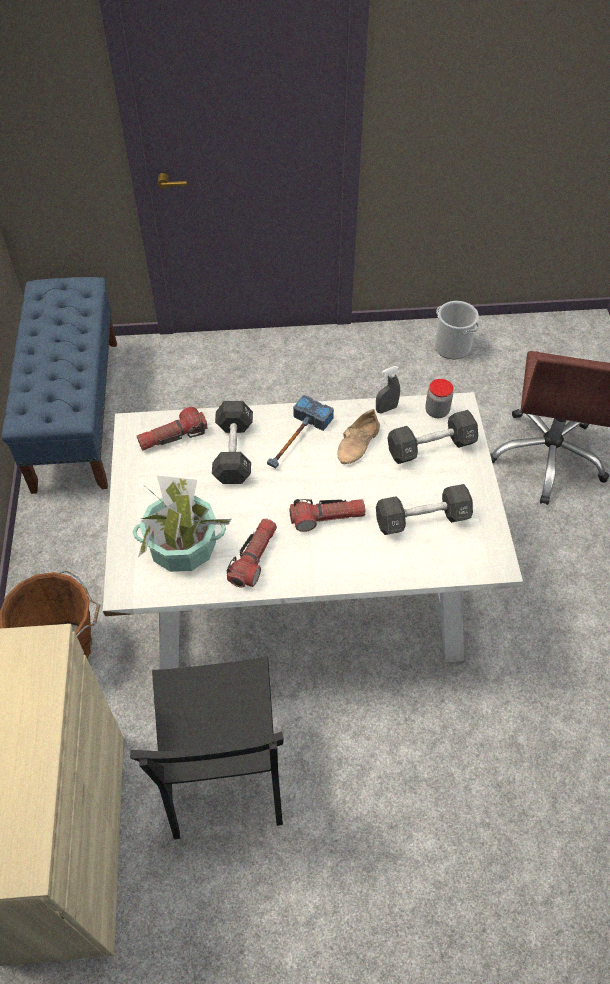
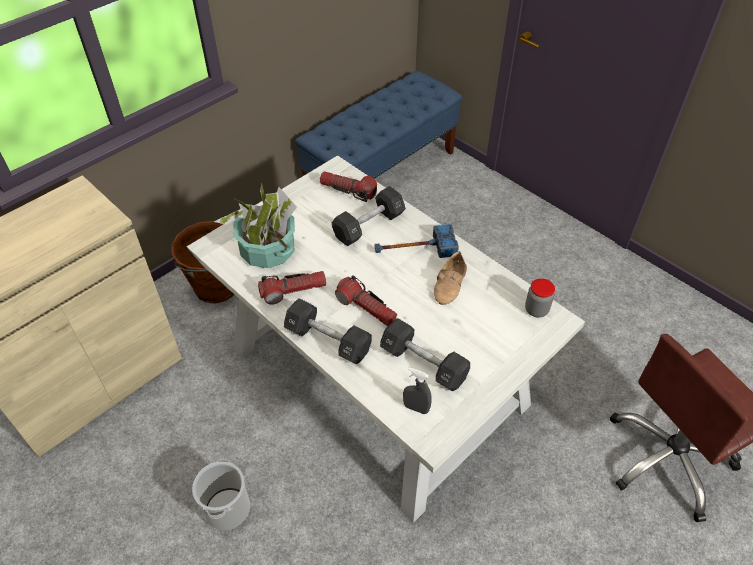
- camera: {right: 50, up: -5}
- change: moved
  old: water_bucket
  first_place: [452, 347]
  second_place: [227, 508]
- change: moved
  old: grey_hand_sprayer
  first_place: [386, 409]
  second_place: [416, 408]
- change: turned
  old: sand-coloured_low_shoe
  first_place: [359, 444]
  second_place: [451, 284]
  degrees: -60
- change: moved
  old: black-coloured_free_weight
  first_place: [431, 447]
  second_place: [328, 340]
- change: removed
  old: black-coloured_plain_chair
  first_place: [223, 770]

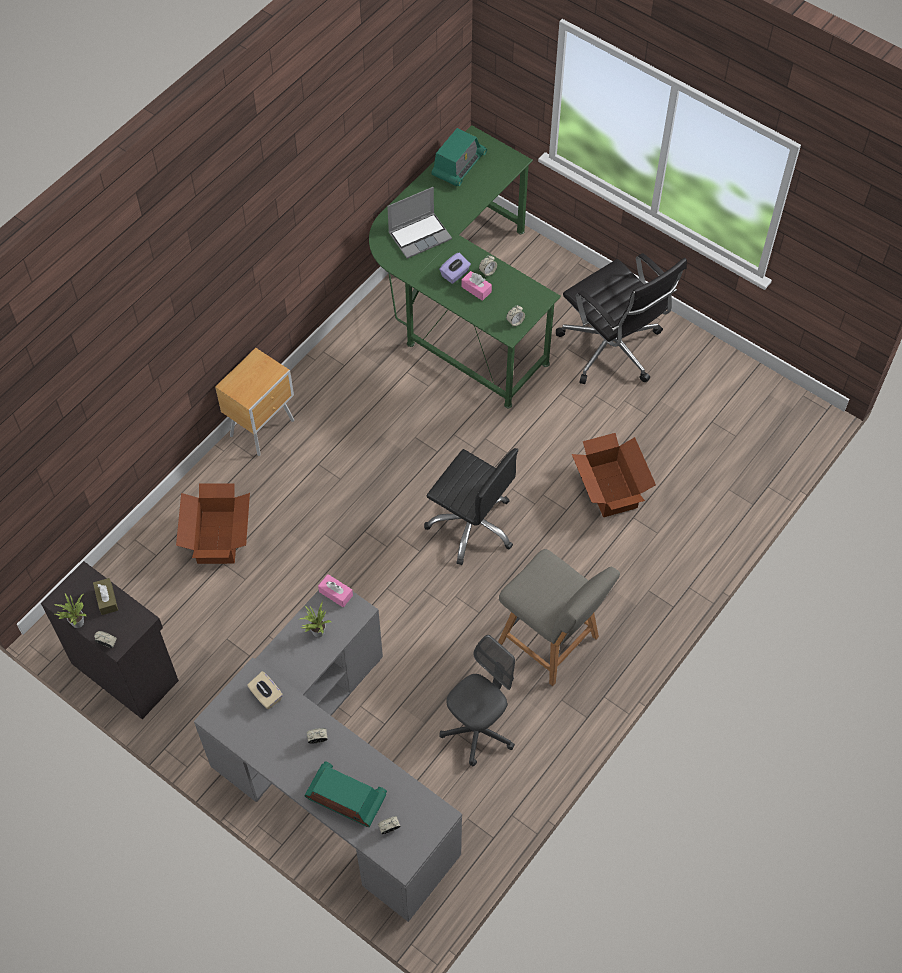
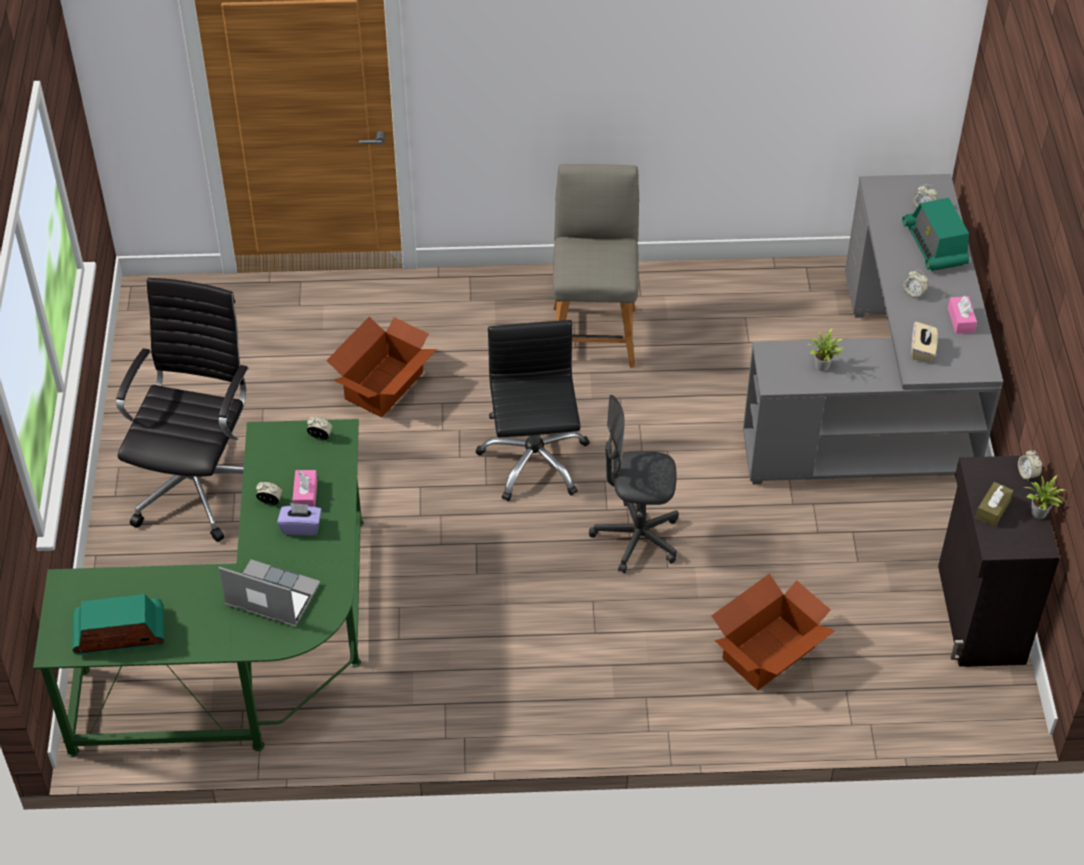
- camera: {right: -130, up: -10}
- change: removed
  old: brown_night_table
  first_place: [264, 428]
- change: moved
  old: pinkish_box_of_tissues
  first_place: [336, 593]
  second_place: [961, 320]
- change: moved
  old: grey_office_chair
  first_place: [478, 730]
  second_place: [636, 538]

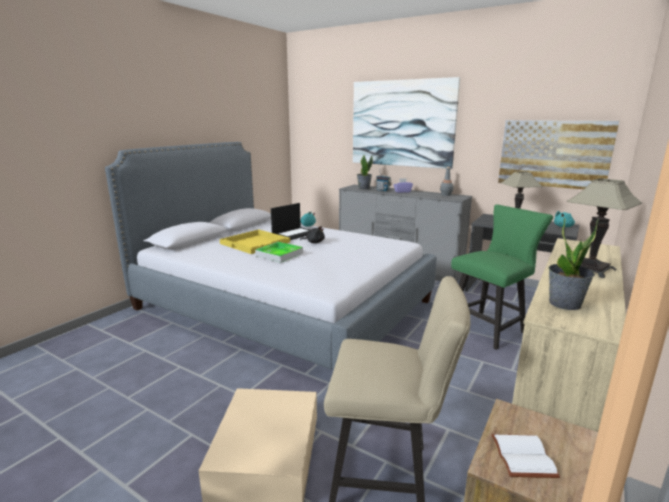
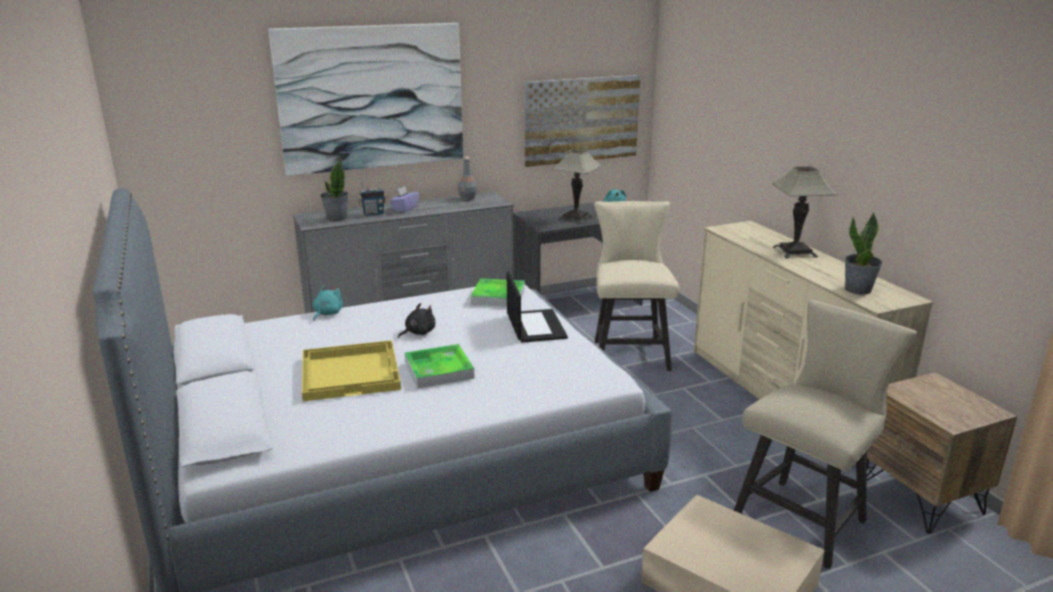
- camera: {right: -55, up: 5}
- change: moved
  old: portable_computer
  first_place: [294, 233]
  second_place: [535, 326]
- change: recoloured
  old: green_plain_chair
  new: sand-coloured_plain_chair
  first_place: [490, 327]
  second_place: [628, 352]
- change: removed
  old: white-coloured_book
  first_place: [521, 456]
- change: added
  new: serving_tray
  second_place: [498, 296]

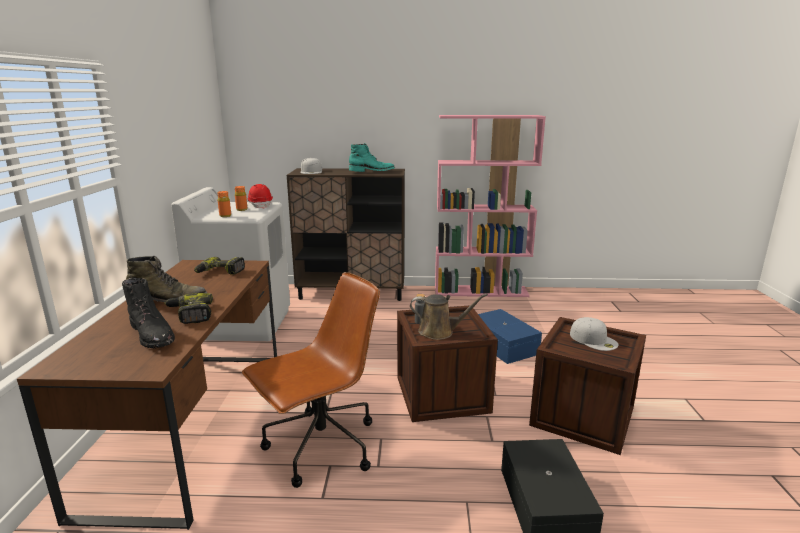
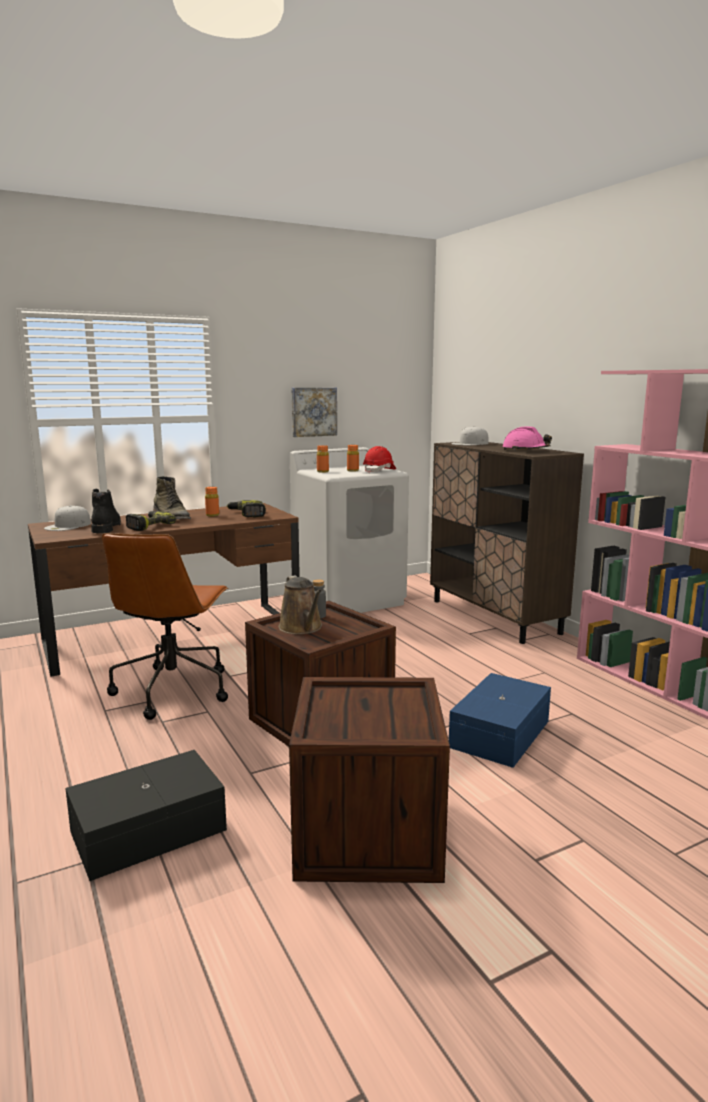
- camera: {right: 60, up: -5}
- change: replaced
  old: turquoise_tall_boot
  new: pinkish_work_helmet
  first_place: [372, 171]
  second_place: [525, 450]
- change: turned
  old: brown_office_chair
  first_place: [320, 448]
  second_place: [173, 689]
  degrees: 75
- change: turned
  old: black-coloured_tall_boot
  first_place: [153, 334]
  second_place: [105, 528]
  degrees: 150
- change: moved
  old: white-coloured_baseball_cap
  first_place: [594, 339]
  second_place: [68, 526]
- change: added
  new: picture
  second_place: [313, 411]
- change: added
  new: orange_bottle
  second_place: [212, 515]

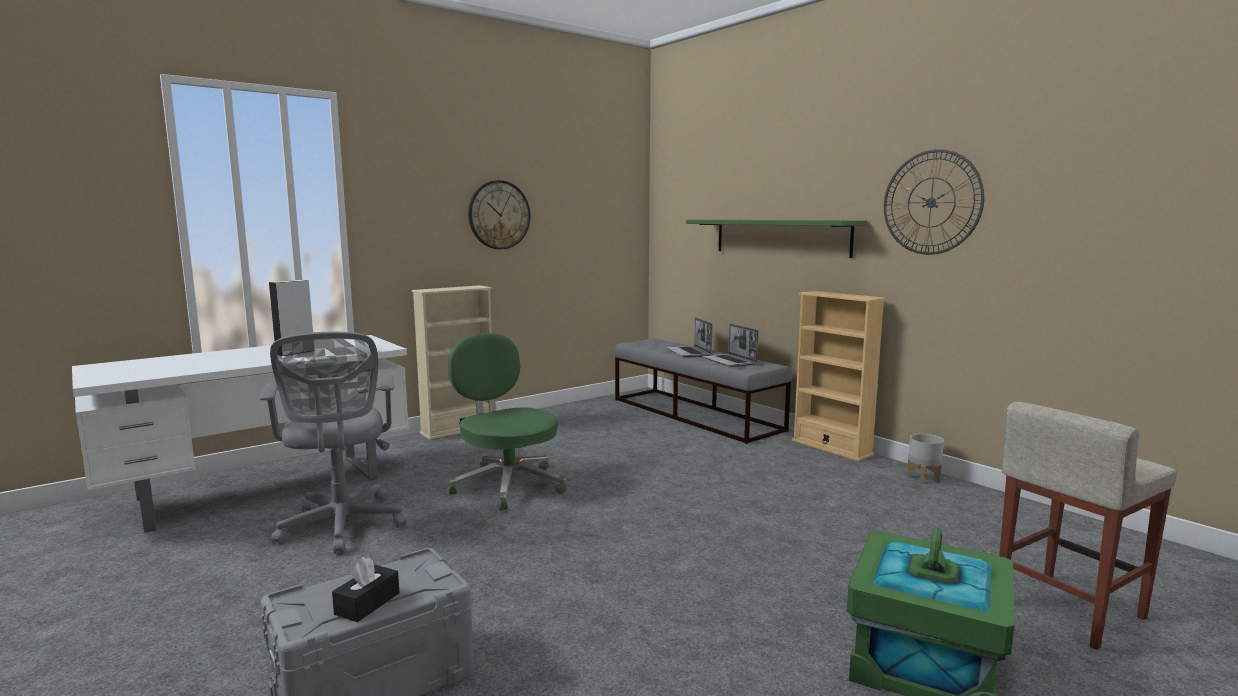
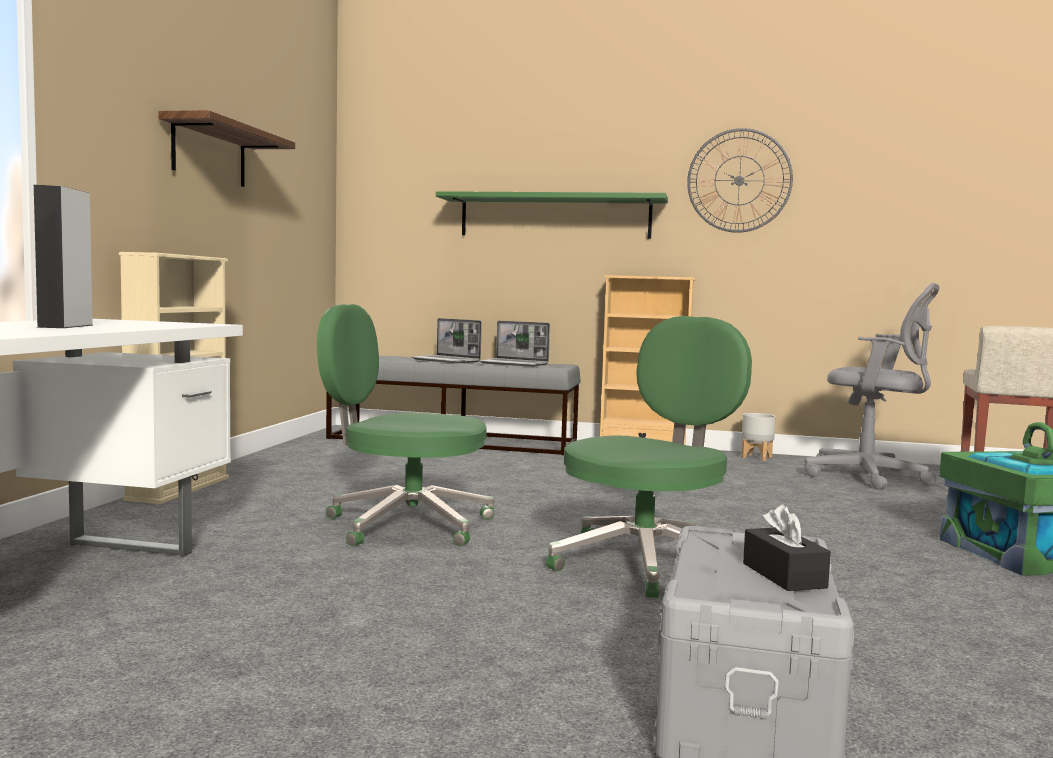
- camera: {right: -40, up: -5}
- change: replaced
  old: hanging_clock
  new: shelf
  first_place: [499, 215]
  second_place: [209, 153]
- change: moved
  old: grey_office_chair
  first_place: [342, 527]
  second_place: [871, 477]
- change: added
  new: green_office_chair
  second_place: [647, 563]

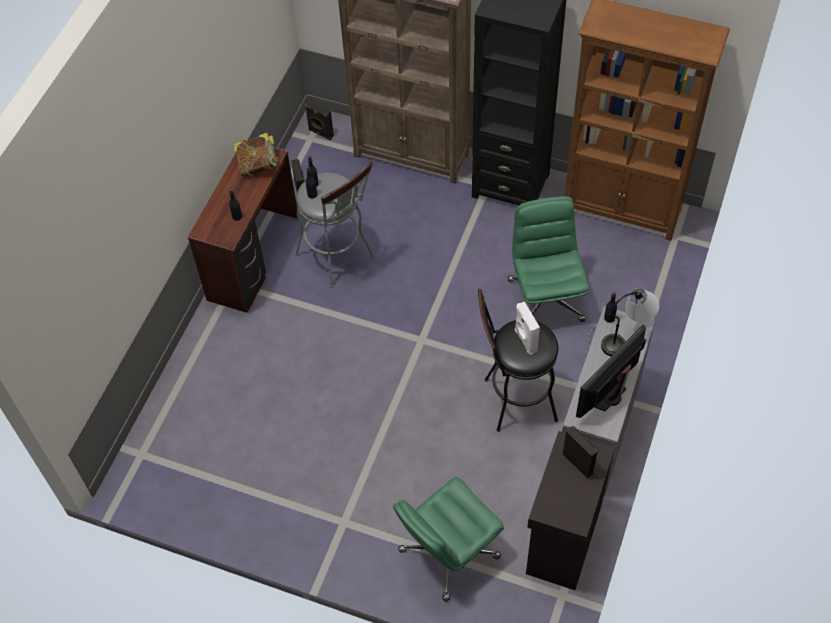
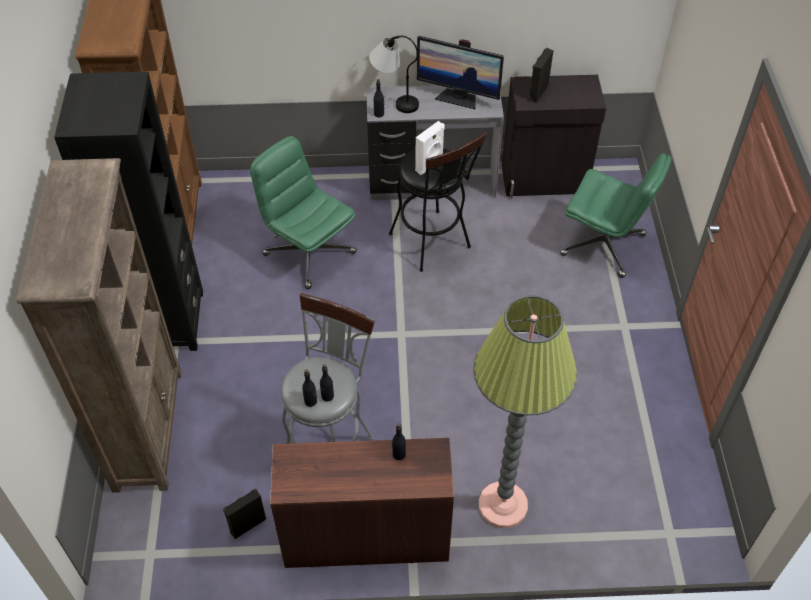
- camera: {right: -115, up: -5}
- change: removed
  old: black-coloured_speaker
  first_place: [320, 133]
- change: removed
  old: book
  first_place: [258, 165]
- change: turned
  old: green_office_chair
  first_place: [545, 299]
  second_place: [308, 253]
  degrees: 75
- change: added
  new: standard_lamp
  second_place: [503, 505]

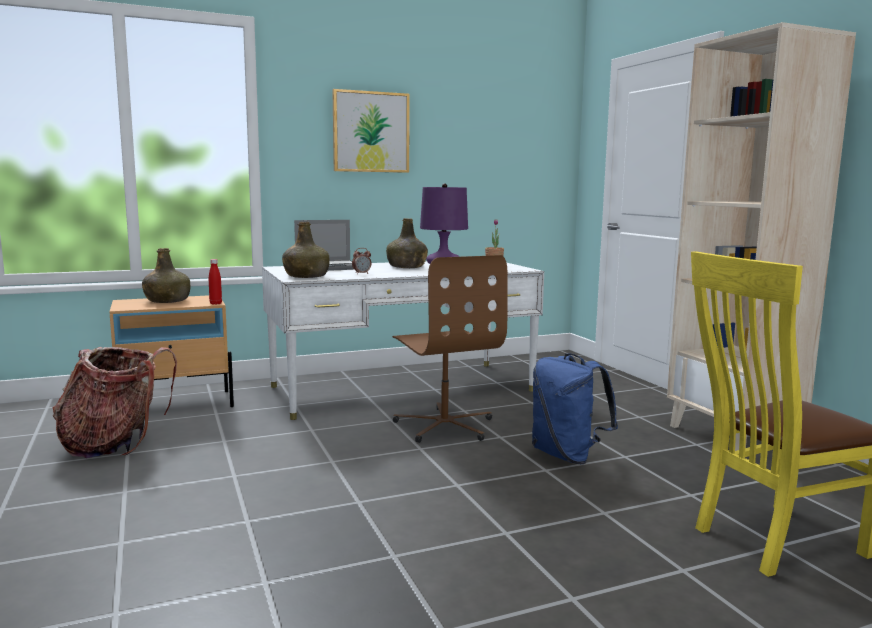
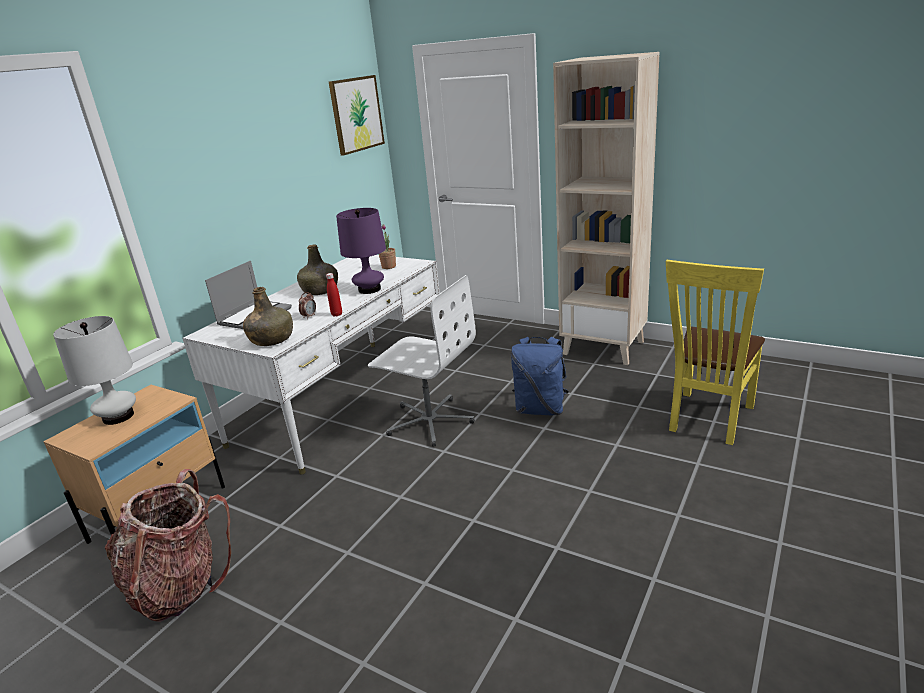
- camera: {right: -35, up: 15}
- change: moved
  old: picture
  first_place: [371, 132]
  second_place: [356, 114]
- change: replaced
  old: green_bottle
  new: white-coloured_table_lamp
  first_place: [167, 301]
  second_place: [118, 416]
- change: recoloured
  old: brown_office_chair
  new: white-coloured_office_chair
  first_place: [445, 426]
  second_place: [430, 421]
- change: moved
  old: red_bottle
  first_place: [215, 303]
  second_place: [337, 314]

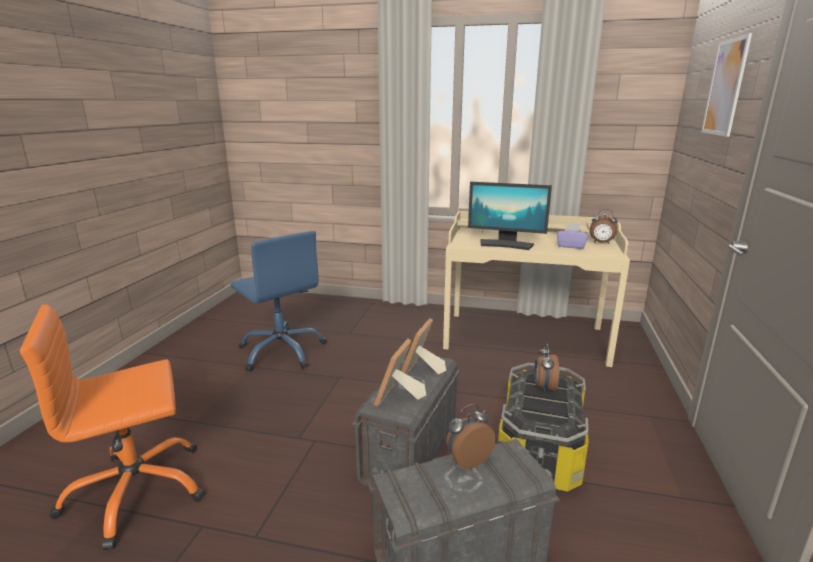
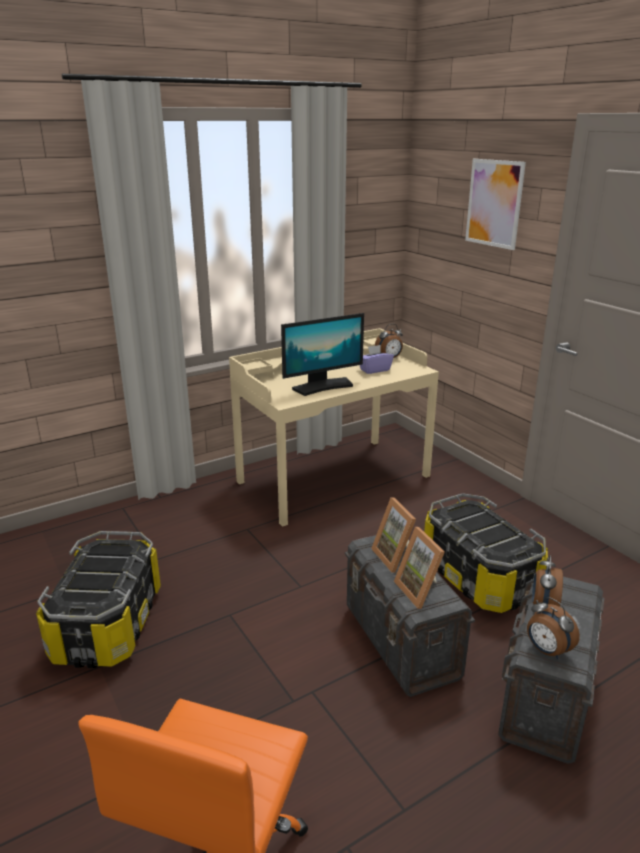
- camera: {right: -45, up: 5}
- change: replaced
  old: blue_office_chair
  new: storage_bin
  first_place: [282, 351]
  second_place: [109, 624]
- change: moved
  old: bedside_clock
  first_place: [544, 387]
  second_place: [546, 650]

